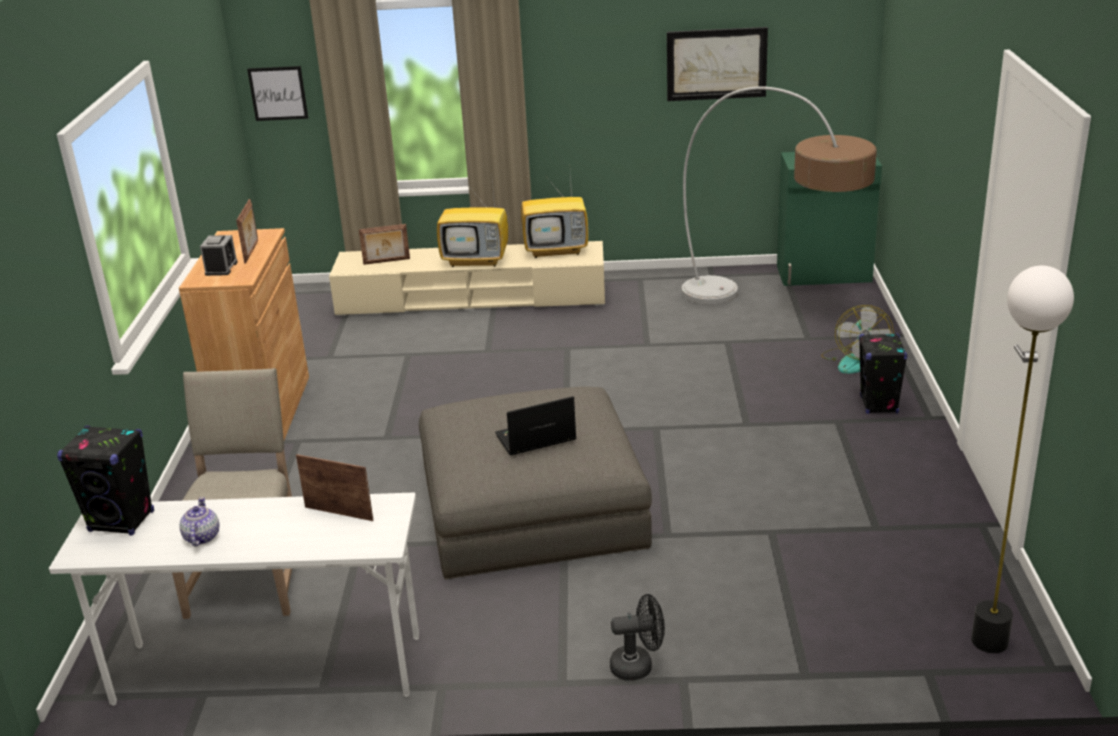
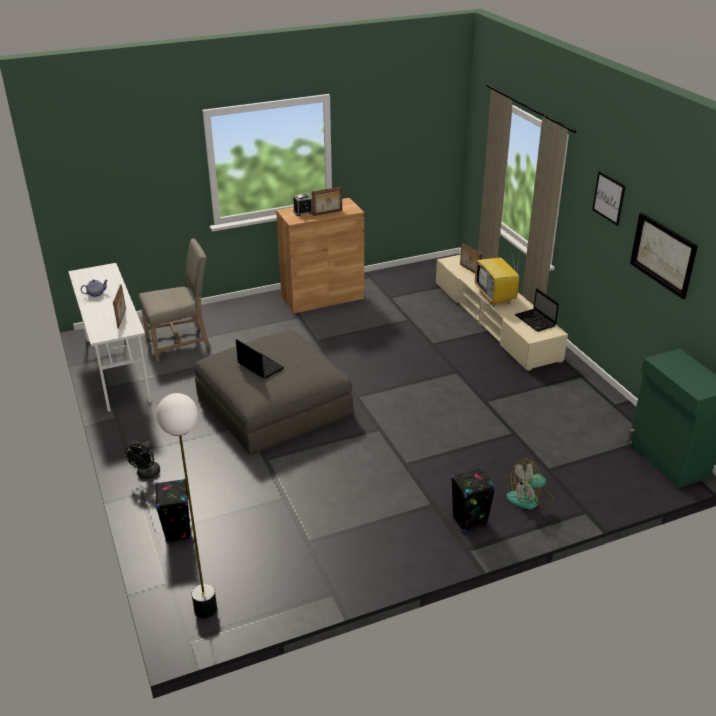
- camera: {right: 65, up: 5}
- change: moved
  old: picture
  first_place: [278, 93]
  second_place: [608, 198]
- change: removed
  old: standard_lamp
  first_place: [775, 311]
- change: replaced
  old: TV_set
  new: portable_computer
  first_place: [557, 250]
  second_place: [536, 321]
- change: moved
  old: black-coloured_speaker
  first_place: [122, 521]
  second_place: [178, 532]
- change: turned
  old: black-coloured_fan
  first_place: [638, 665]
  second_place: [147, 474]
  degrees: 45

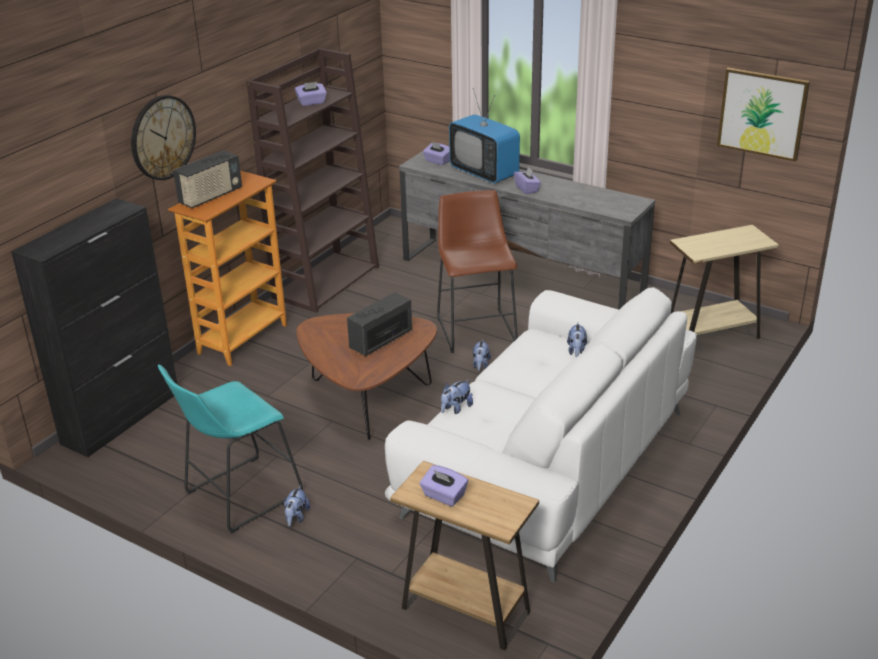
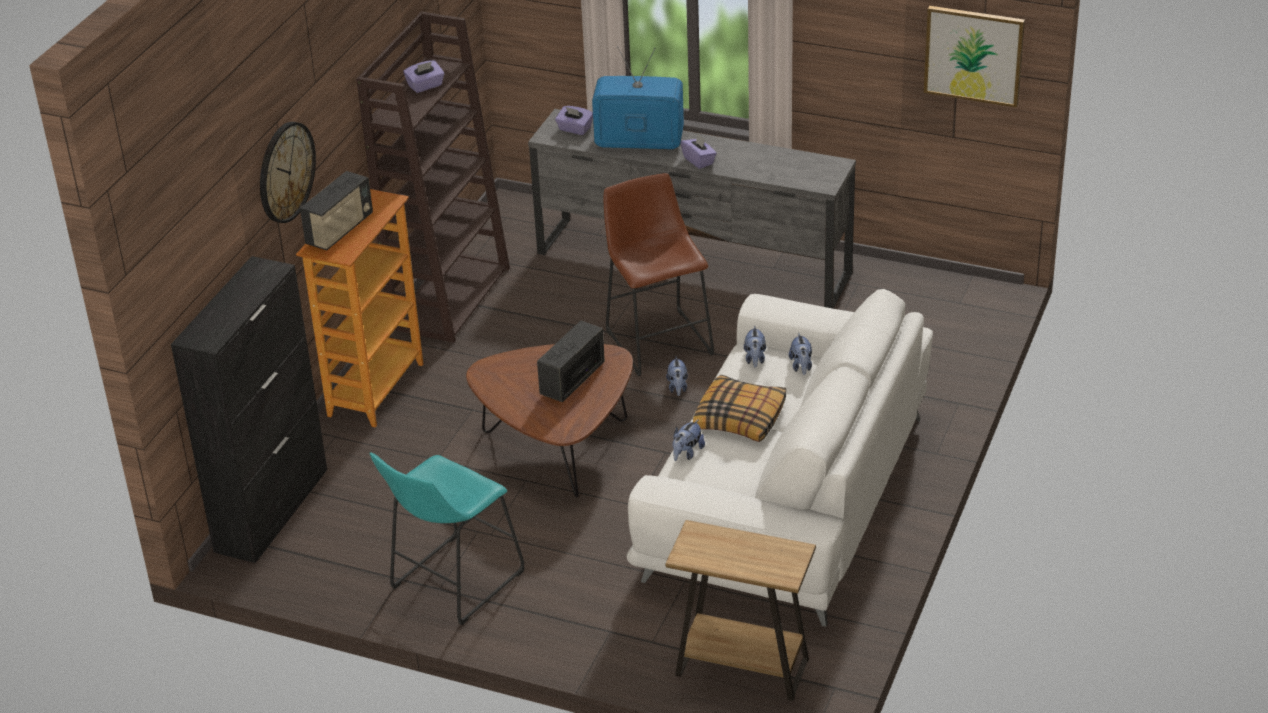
- camera: {right: -10, up: 5}
- change: turned
  old: TV_set
  first_place: [484, 173]
  second_place: [639, 142]
  degrees: 150
- change: removed
  old: sand-coloured_side_table
  first_place: [712, 336]
- change: removed
  old: purple-coloured_box_of_tissues
  first_place: [443, 496]
- change: moved
  old: cuddly_toy
  first_place: [296, 517]
  second_place: [755, 359]
- change: added
  new: pillow
  second_place: [740, 418]

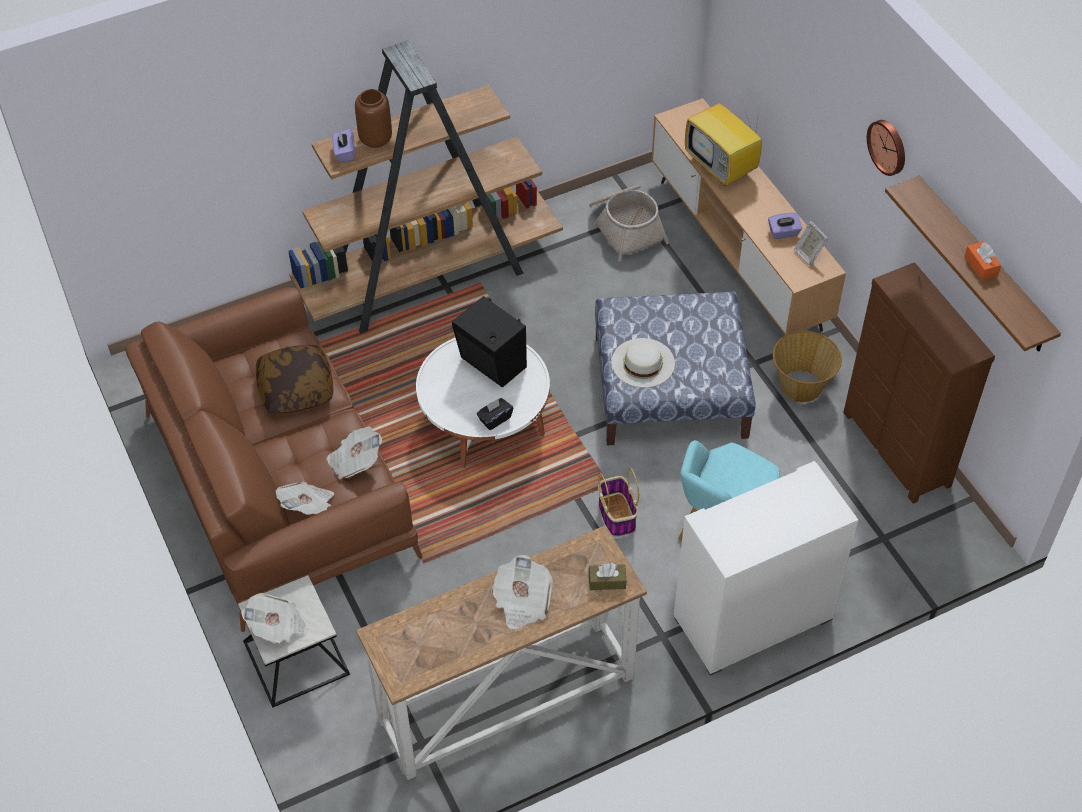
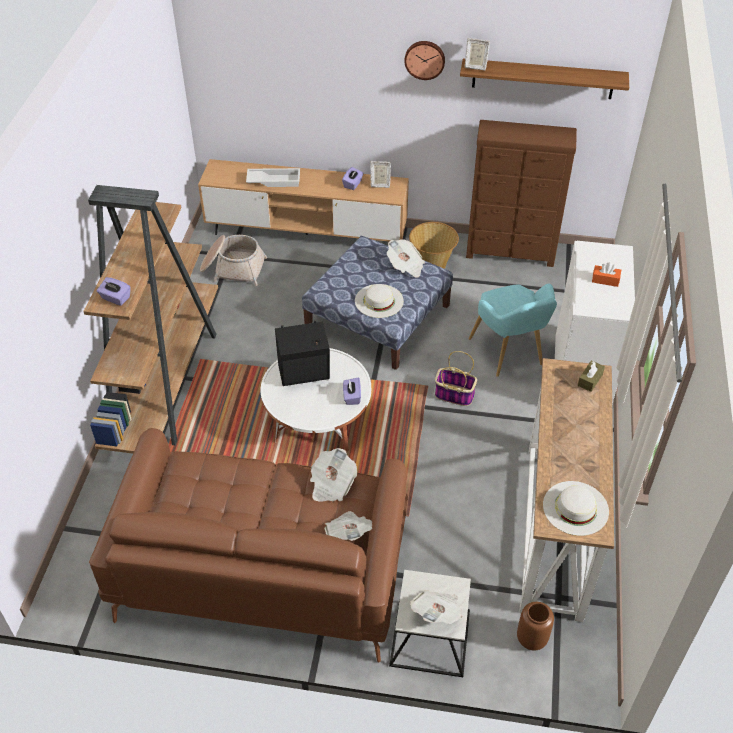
- camera: {right: -55, up: -5}
- change: moved
  old: brown_decorative_vase
  first_place: [375, 140]
  second_place: [532, 639]
- change: replaced
  old: TV_set
  new: white-coloured_serving_tray
  first_place: [722, 167]
  second_place: [274, 180]
- change: moved
  old: orange_box_of_tissues
  first_place: [981, 265]
  second_place: [605, 280]
- change: removed
  old: pillow
  first_place: [296, 388]
- change: recoloured
  old: black-coloured_box_of_tissues
  new: purple-coloured_box_of_tissues
  first_place: [495, 419]
  second_place: [352, 397]
- change: moved
  old: daily_paper
  first_place: [522, 602]
  second_place: [405, 266]
- change: added
  new: standing_frame
  second_place: [475, 66]
- change: added
  new: white-coloured_wearable_hat
  second_place: [575, 508]

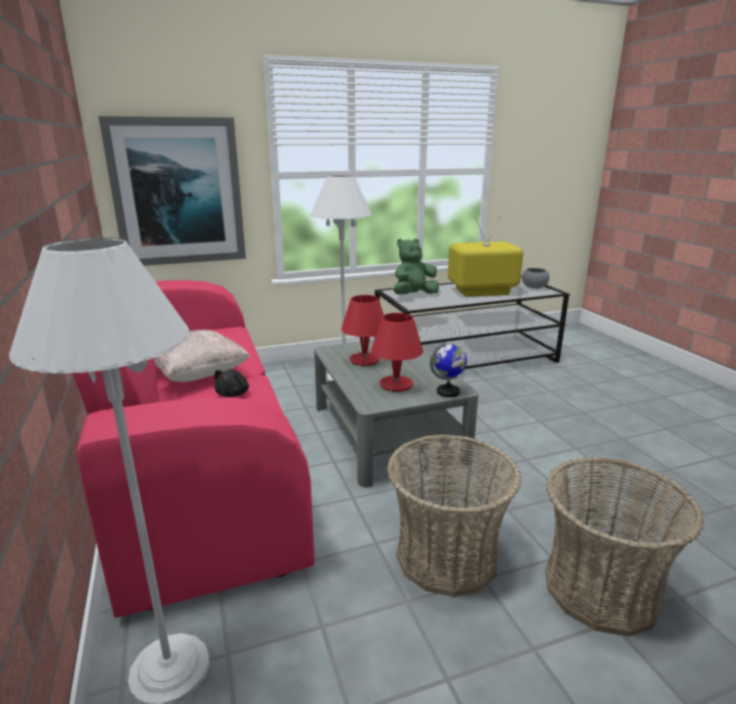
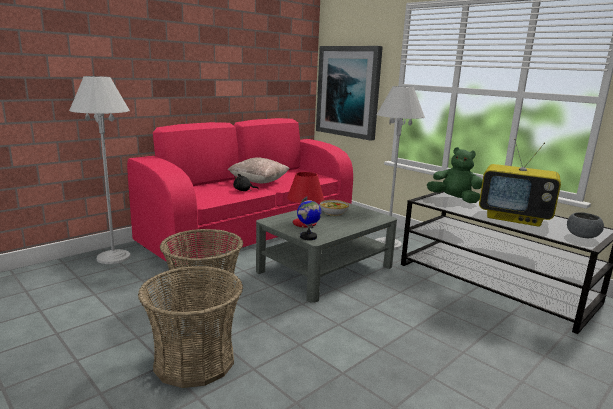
- camera: {right: 65, up: -5}
- change: turned
  old: TV_set
  first_place: [481, 292]
  second_place: [514, 218]
  degrees: 150
- change: replaced
  old: red_table_lamp
  new: serving_bowl
  first_place: [365, 360]
  second_place: [334, 212]

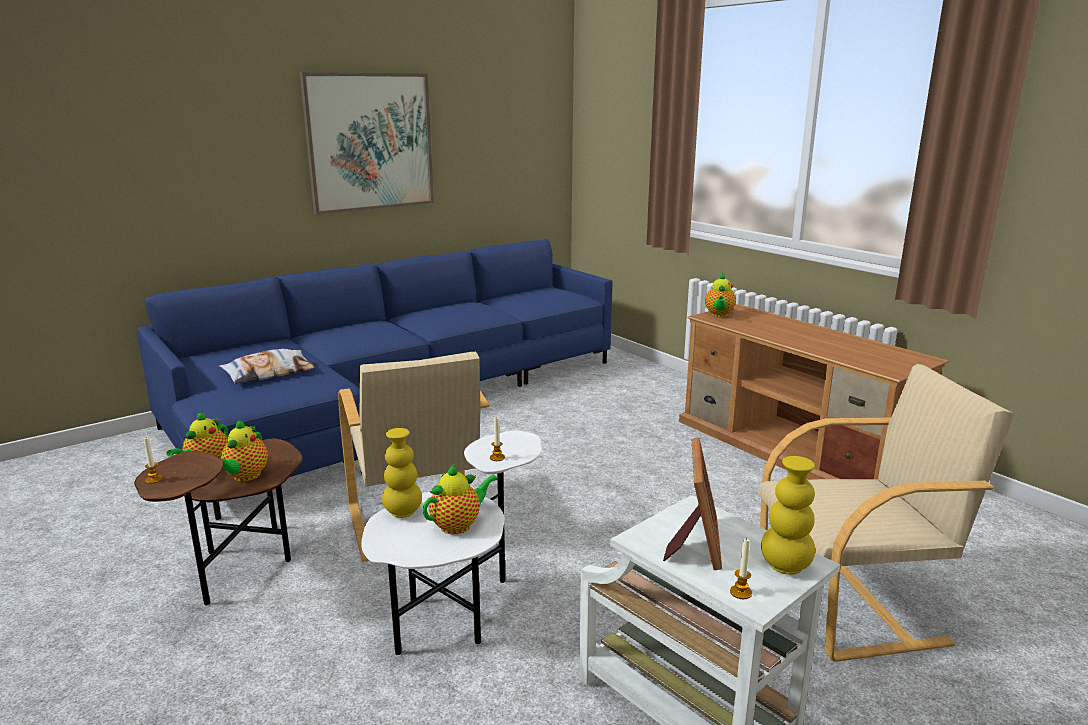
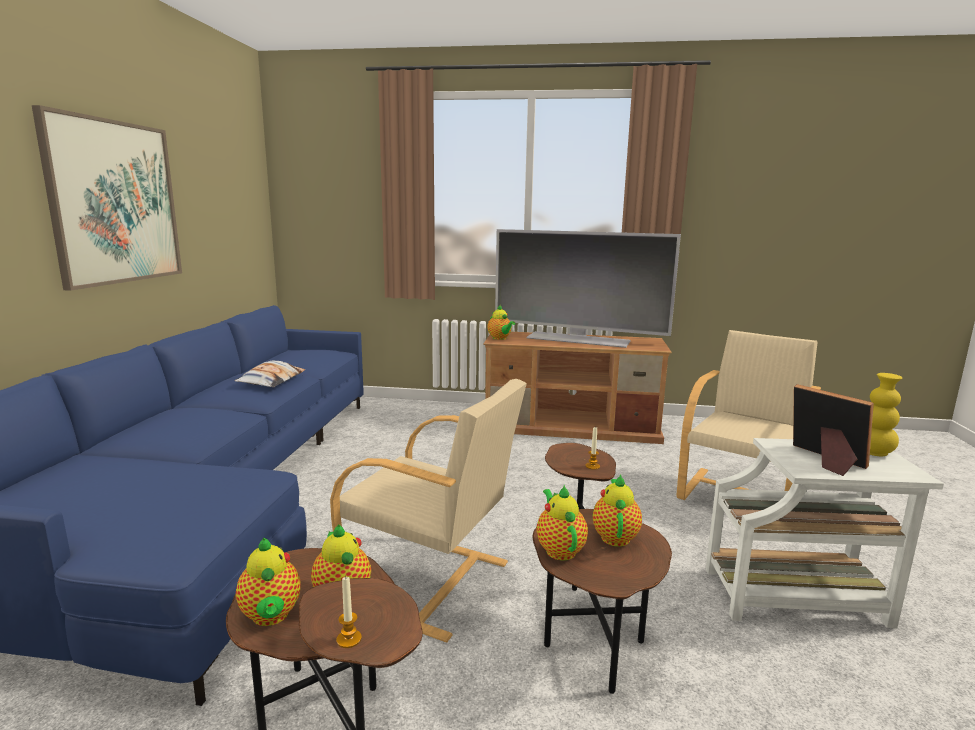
- camera: {right: -45, up: -5}
- change: moved
  old: pillow
  first_place: [269, 373]
  second_place: [271, 381]
- change: replaced
  old: yellow_decorative_vase
  new: teapot
  first_place: [403, 512]
  second_place: [559, 549]
- change: recoloured
  old: white-coloured_side_table
  new: brown_side_table
  first_place: [459, 610]
  second_place: [587, 628]
- change: removed
  old: candle
  first_place: [741, 592]
- change: added
  new: TV_set
  second_place: [578, 339]

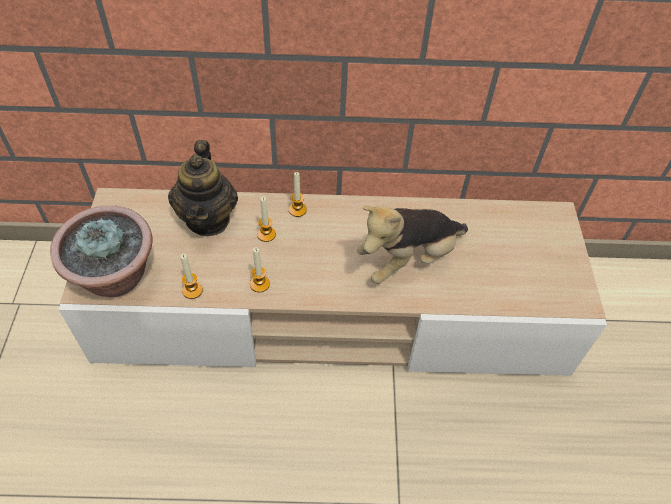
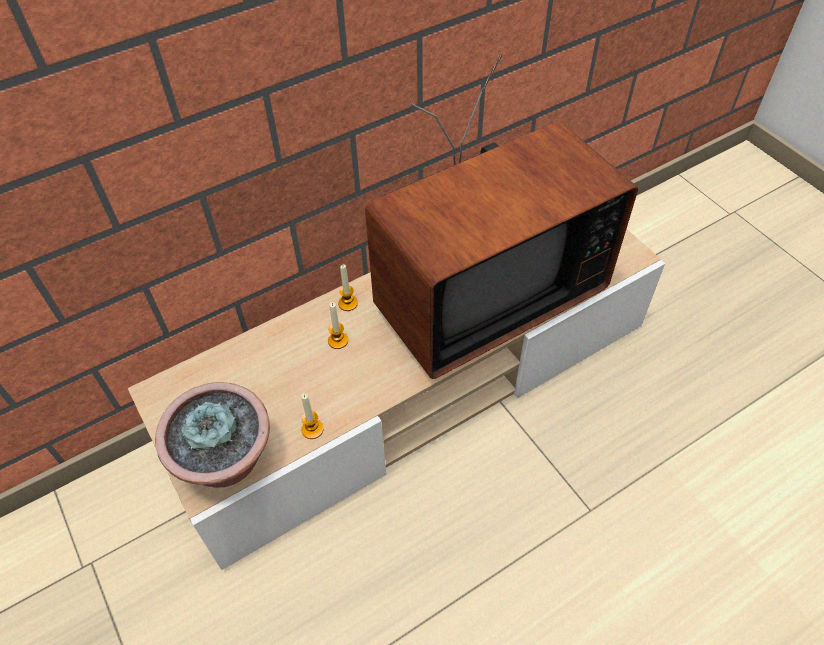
- camera: {right: -30, up: 0}
- change: removed
  old: teapot
  first_place: [208, 219]
- change: replaced
  old: cuddly_toy
  new: TV_set
  first_place: [408, 259]
  second_place: [479, 294]
- change: removed
  old: candle
  first_place: [259, 284]

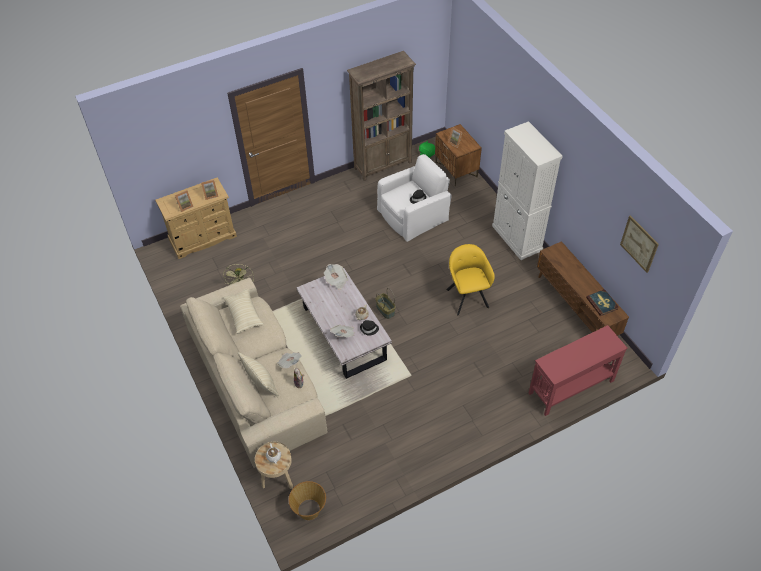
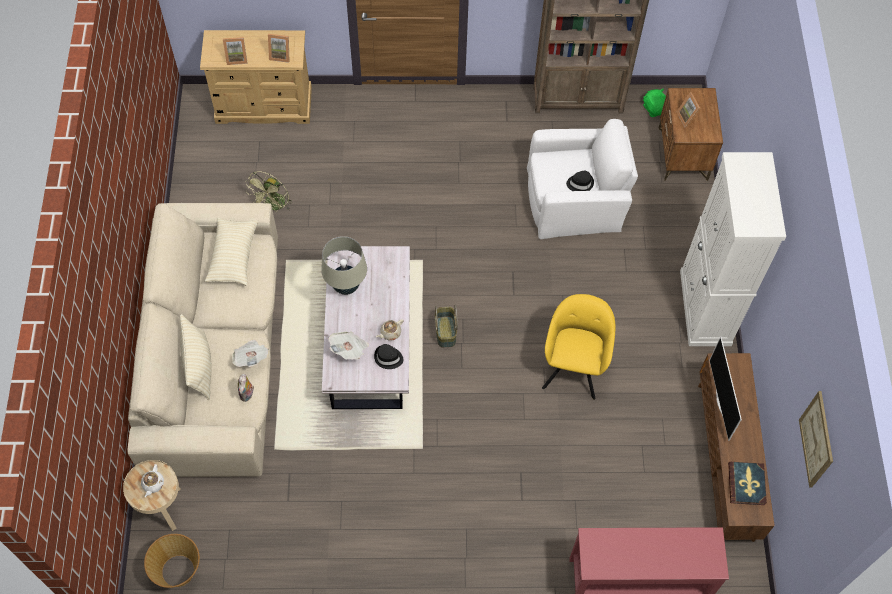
- camera: {right: 25, up: 10}
- change: removed
  old: daily_paper
  first_place: [336, 280]
- change: added
  new: sand-coloured_table_lamp
  second_place: [346, 286]
- change: added
  new: TV_set
  second_place: [721, 402]

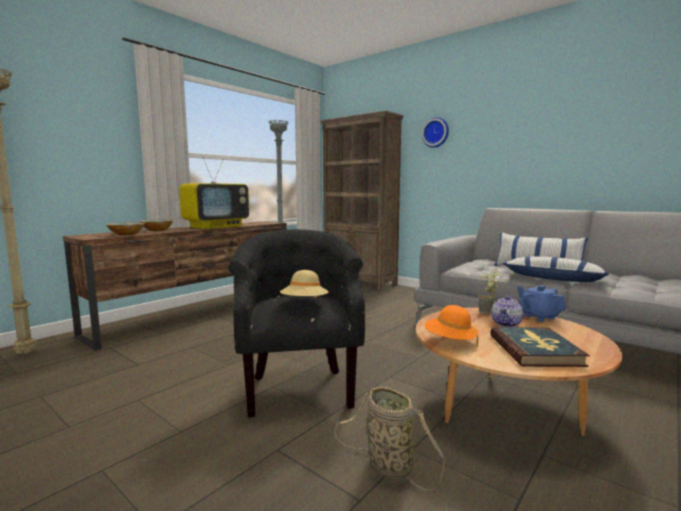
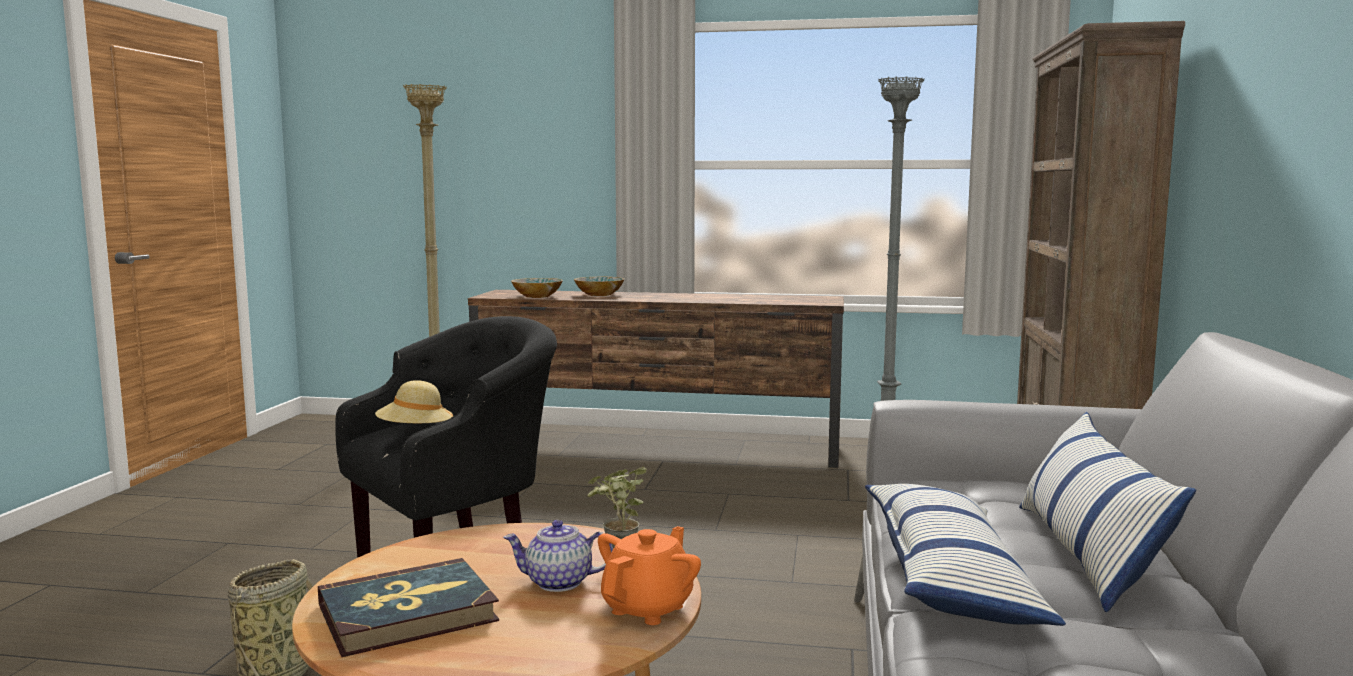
- camera: {right: 60, up: 0}
- change: removed
  old: hanging_clock
  first_place: [436, 132]
- change: removed
  old: TV_set
  first_place: [216, 226]
- change: recoloured
  old: blue_teapot
  new: orange_teapot
  first_place: [538, 317]
  second_place: [648, 608]
- change: removed
  old: orange_wearable_hat
  first_place: [450, 341]

